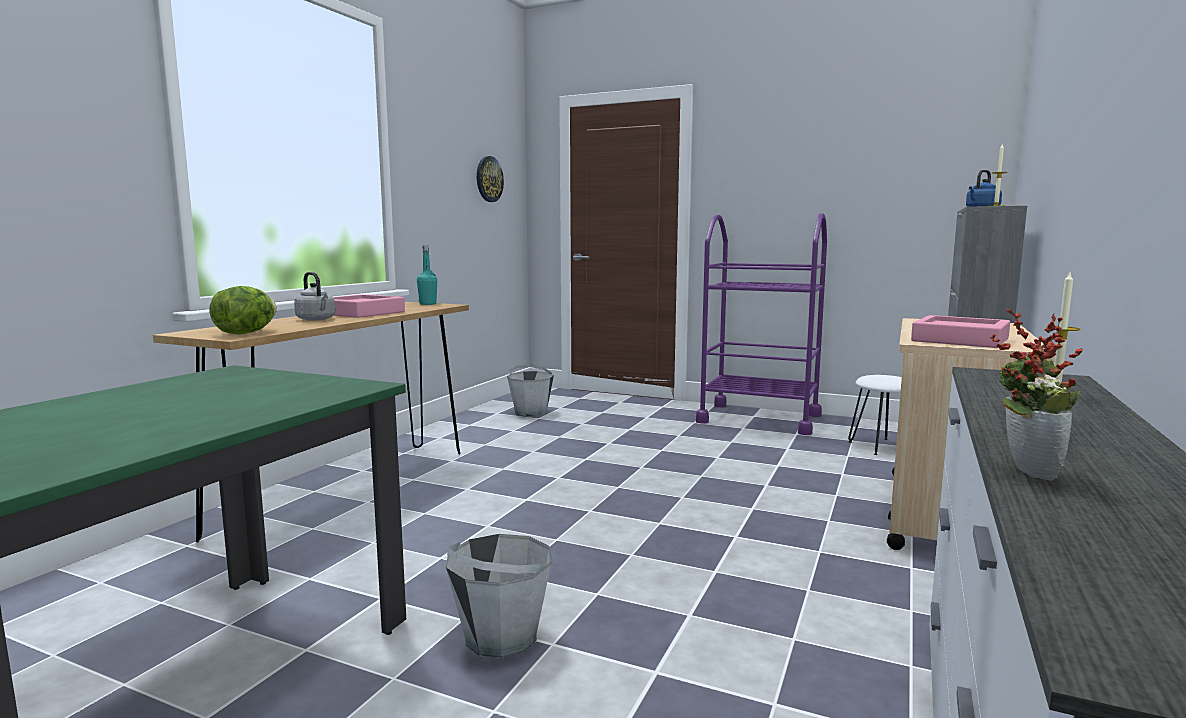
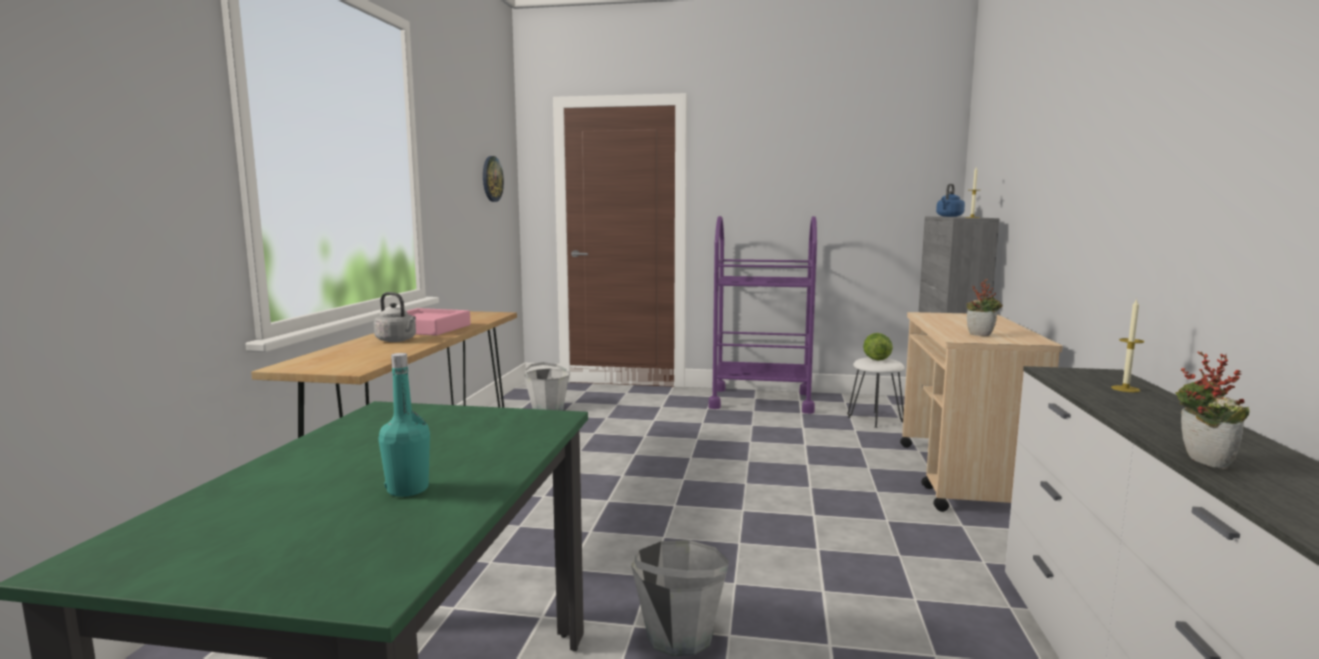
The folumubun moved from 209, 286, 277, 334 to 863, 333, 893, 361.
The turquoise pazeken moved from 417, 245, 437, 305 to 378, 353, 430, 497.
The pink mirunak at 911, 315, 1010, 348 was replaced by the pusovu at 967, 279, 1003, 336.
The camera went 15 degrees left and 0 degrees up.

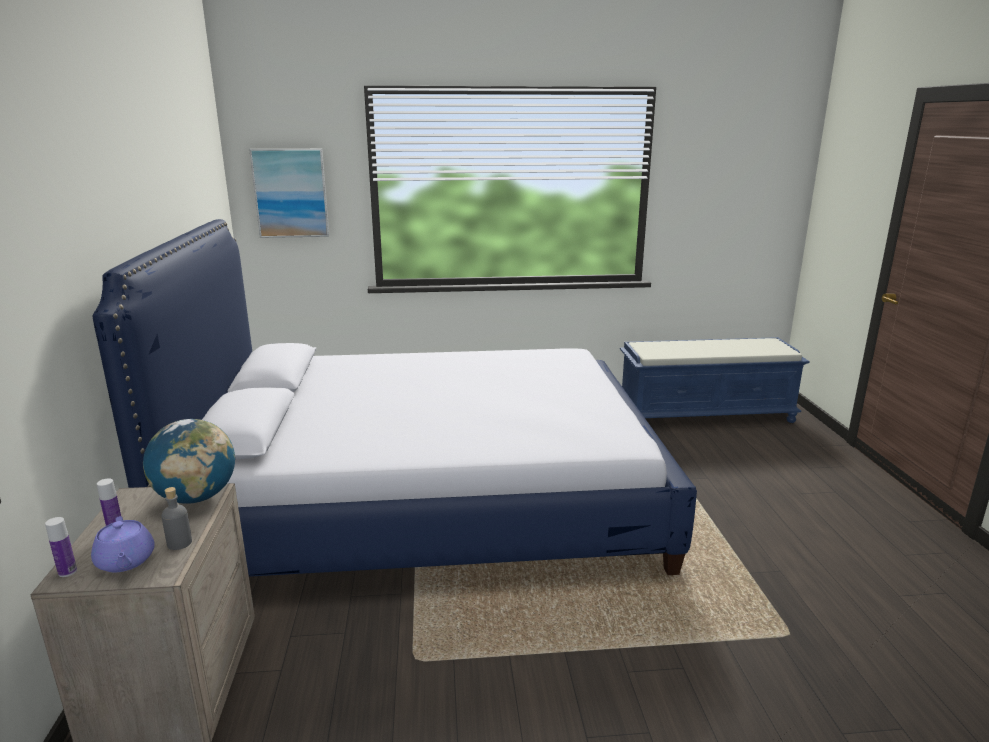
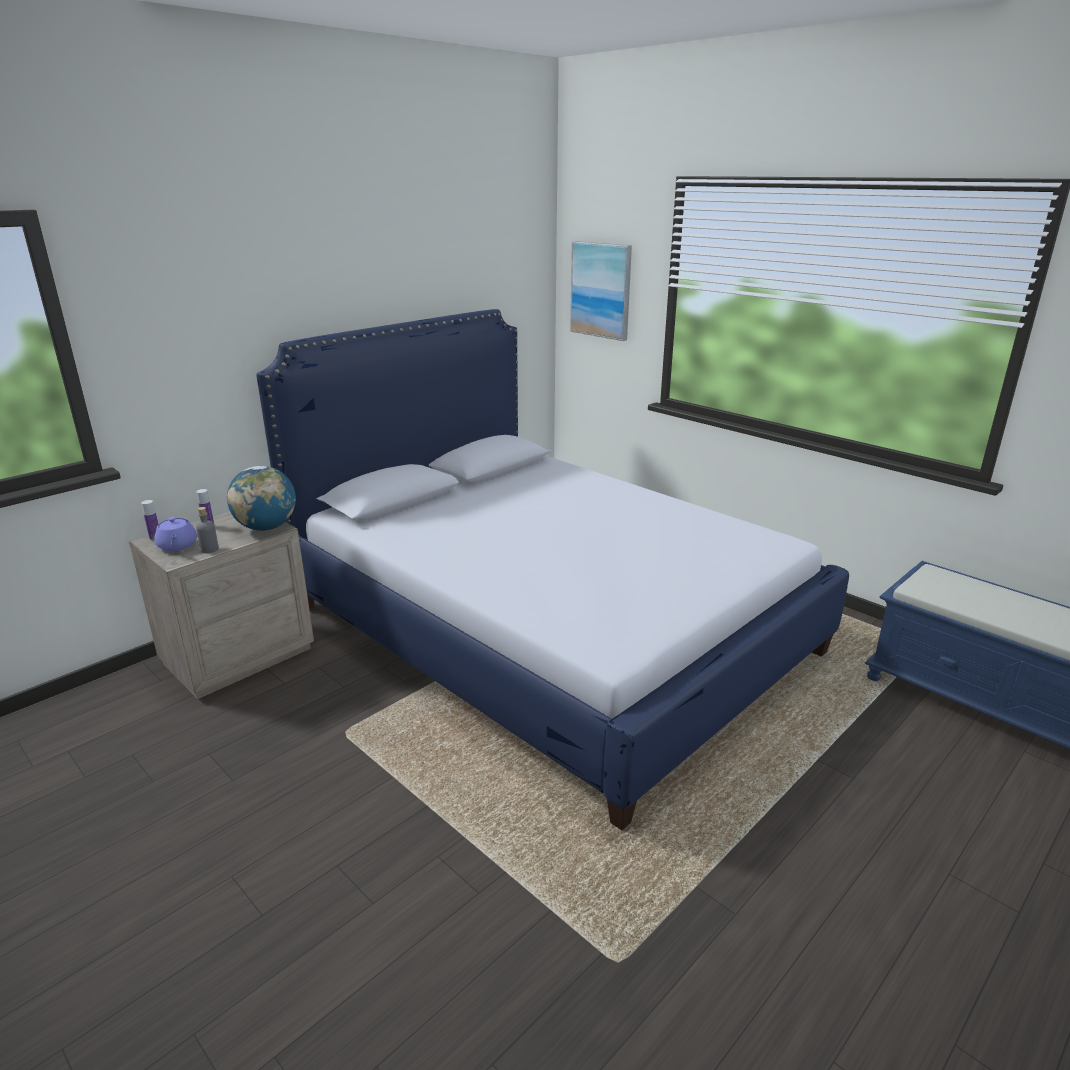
The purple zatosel at 91, 516, 154, 572 turned 45 degrees counterclockwise.
The camera went 50 degrees right and 5 degrees up.

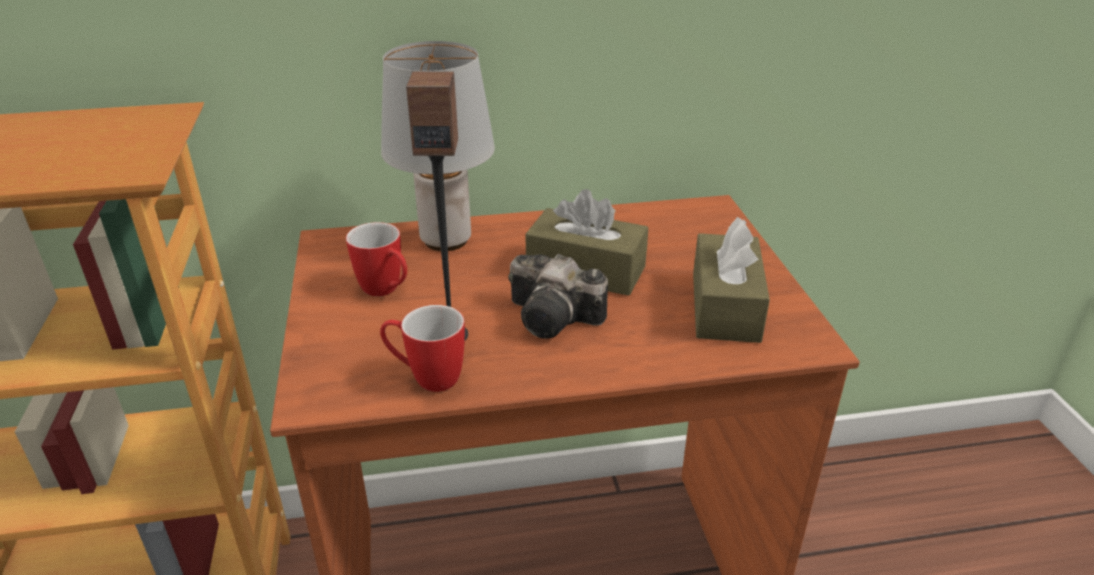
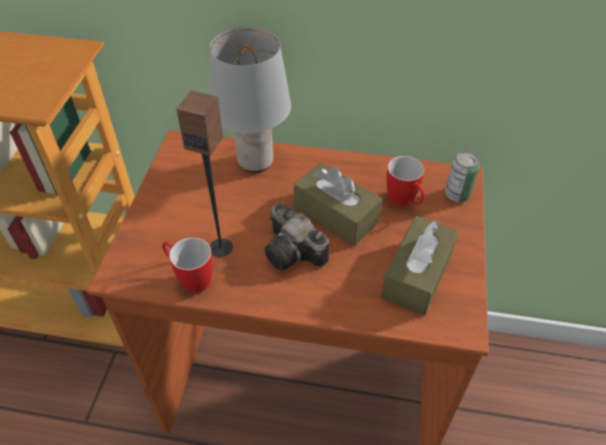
The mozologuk at 445, 152, 480, 202 appeared.
The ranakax moved from 346, 222, 407, 296 to 387, 156, 425, 206.
The camera went 20 degrees right and 15 degrees up.

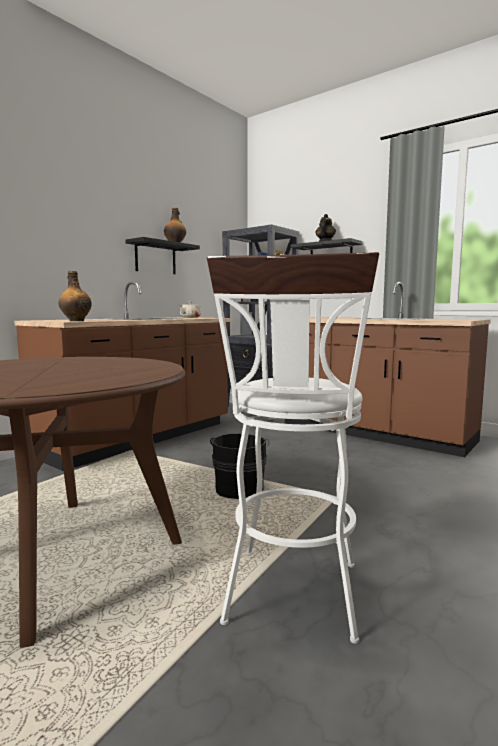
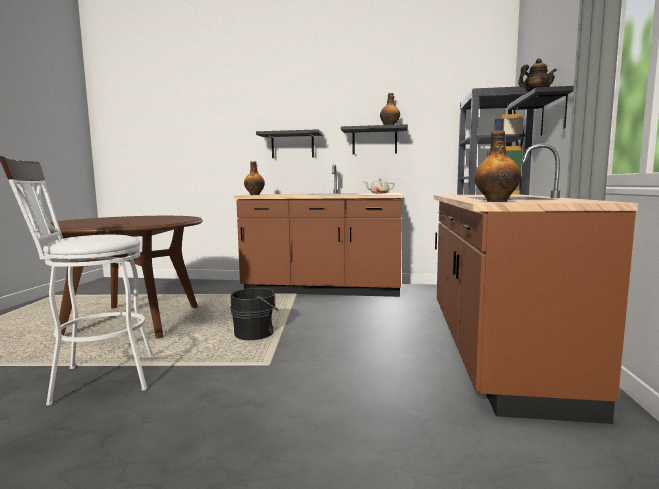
The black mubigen at 256, 129, 323, 158 appeared.
The pazeken at 474, 131, 521, 202 appeared.
The camera went 60 degrees right and 0 degrees up.

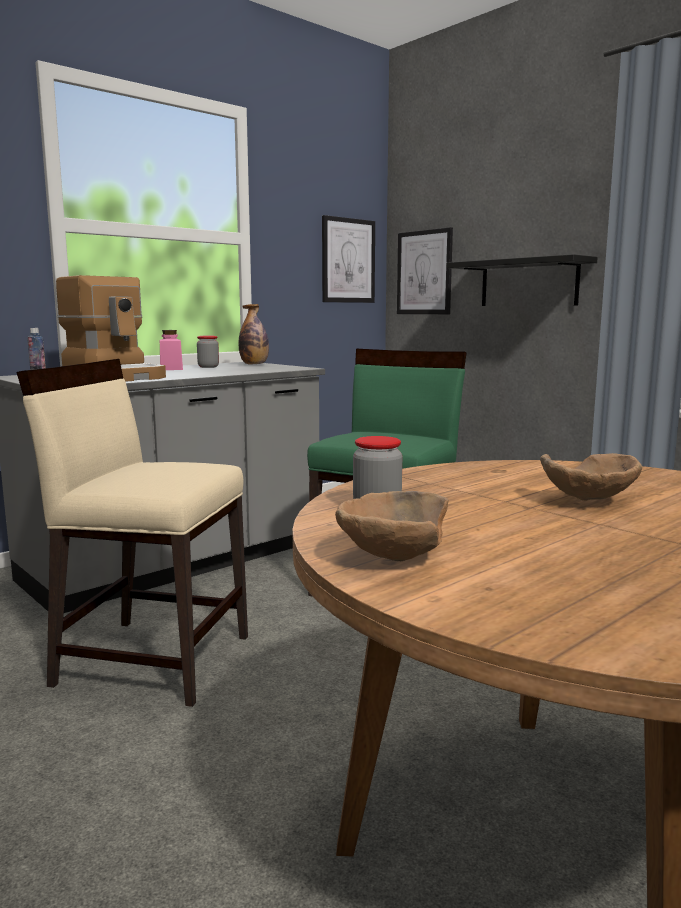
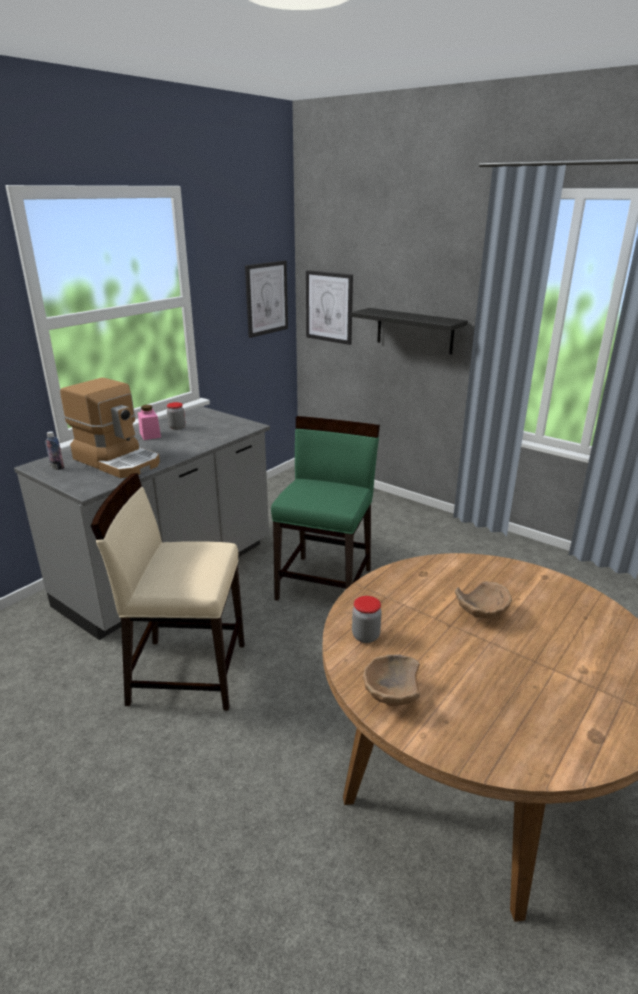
The pazeken at 239, 304, 269, 365 disappeared.
The camera went 10 degrees left and 15 degrees up.

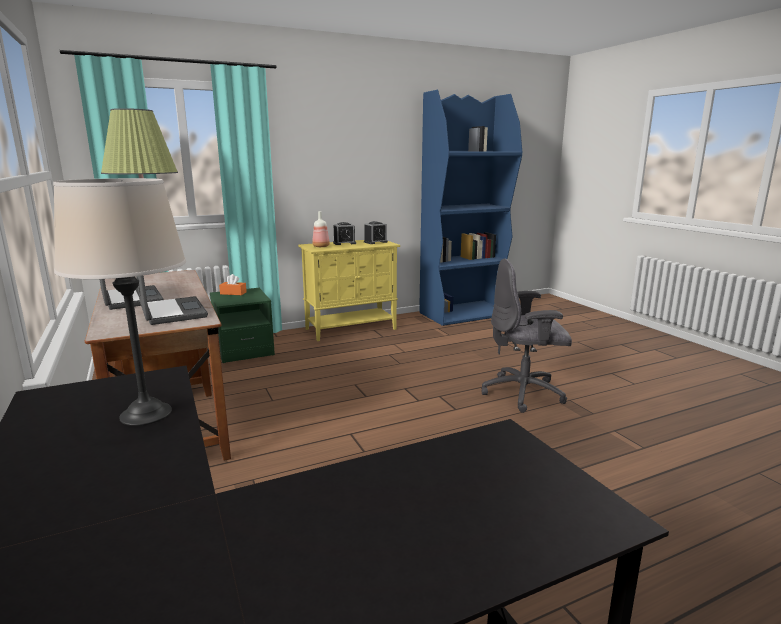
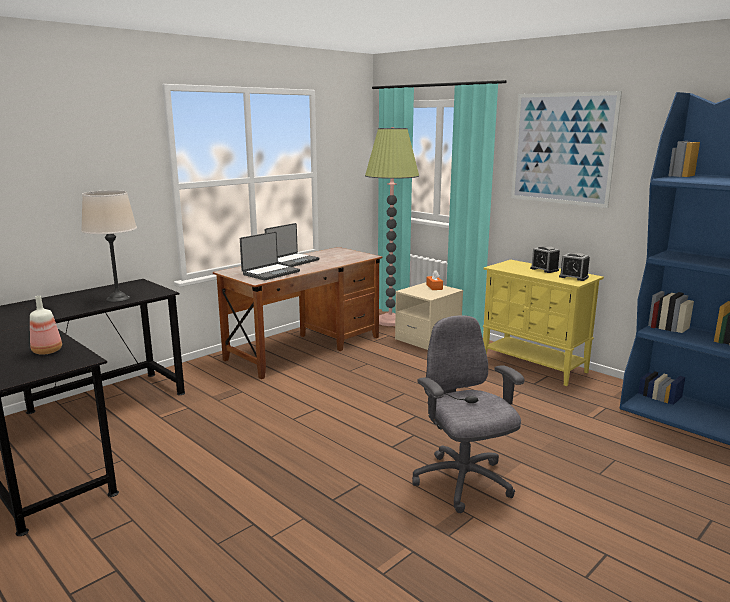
The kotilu at 511, 91, 622, 208 appeared.
The pazeken moved from 312, 211, 330, 247 to 30, 296, 62, 355.
The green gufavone at 210, 288, 275, 363 became the beige gufavone at 395, 282, 463, 350.
The camera went 70 degrees right and 0 degrees up.

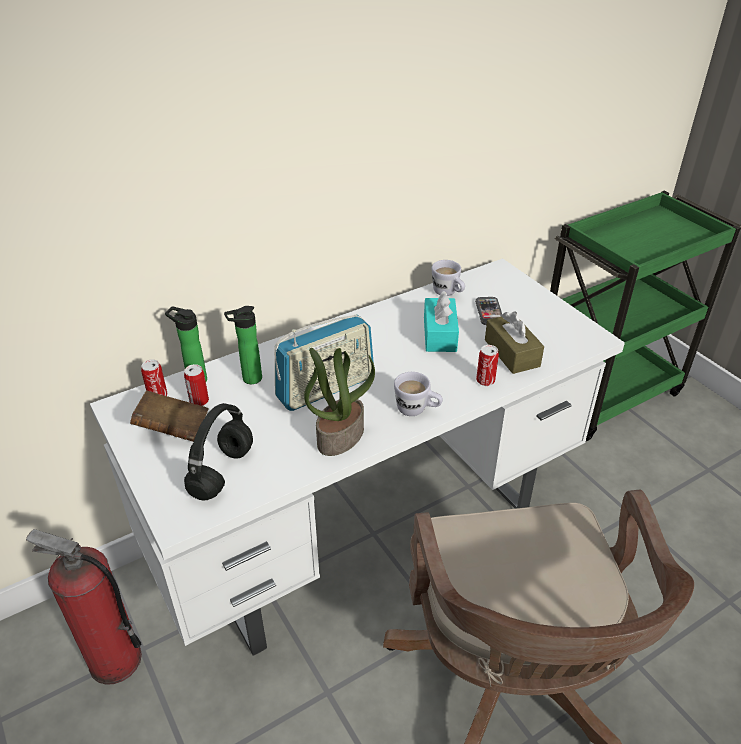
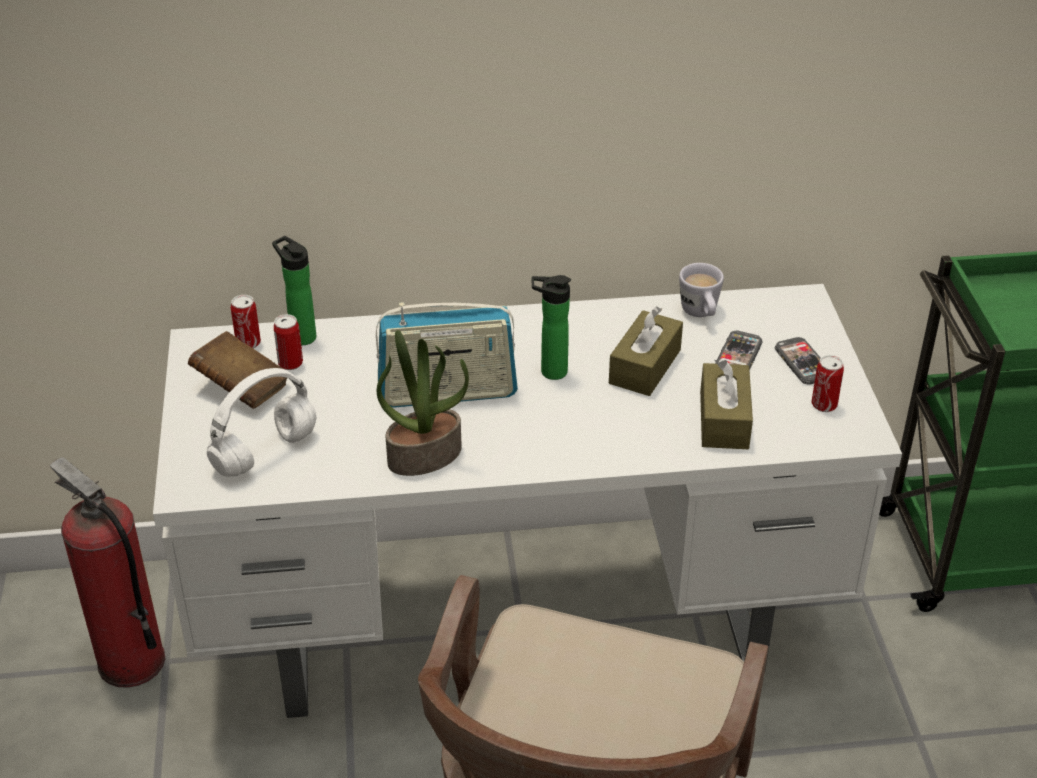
The white ranakax at 394, 372, 443, 416 disappeared.
The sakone at 775, 337, 821, 385 appeared.
The pazeken moved from 224, 306, 262, 384 to 532, 275, 571, 380.
The mozologuk moved from 476, 345, 499, 386 to 812, 355, 844, 412.
The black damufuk at 184, 403, 253, 501 became the white damufuk at 207, 368, 316, 477.
The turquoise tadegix at 424, 291, 459, 352 became the brown tadegix at 609, 306, 683, 396.
The camera went 25 degrees right and 0 degrees up.

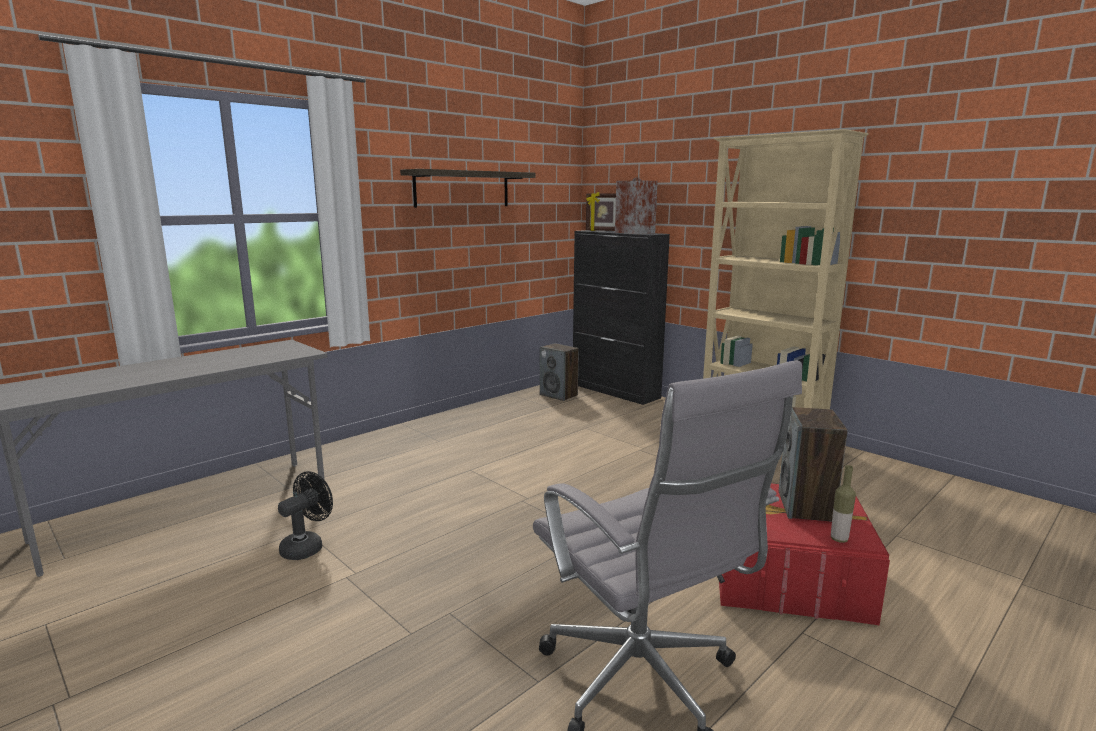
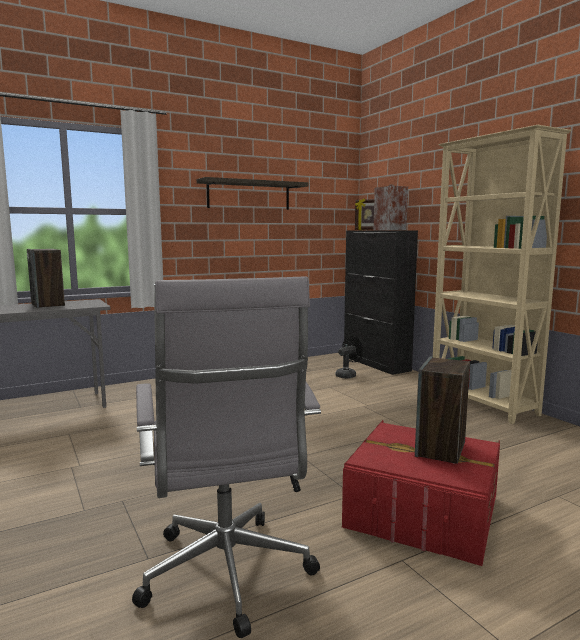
The pazeken at 831, 465, 856, 543 disappeared.
The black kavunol moved from 278, 471, 333, 560 to 335, 336, 364, 379.
The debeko moved from 540, 343, 579, 401 to 27, 249, 65, 308.
The camera went 15 degrees right and 5 degrees down.

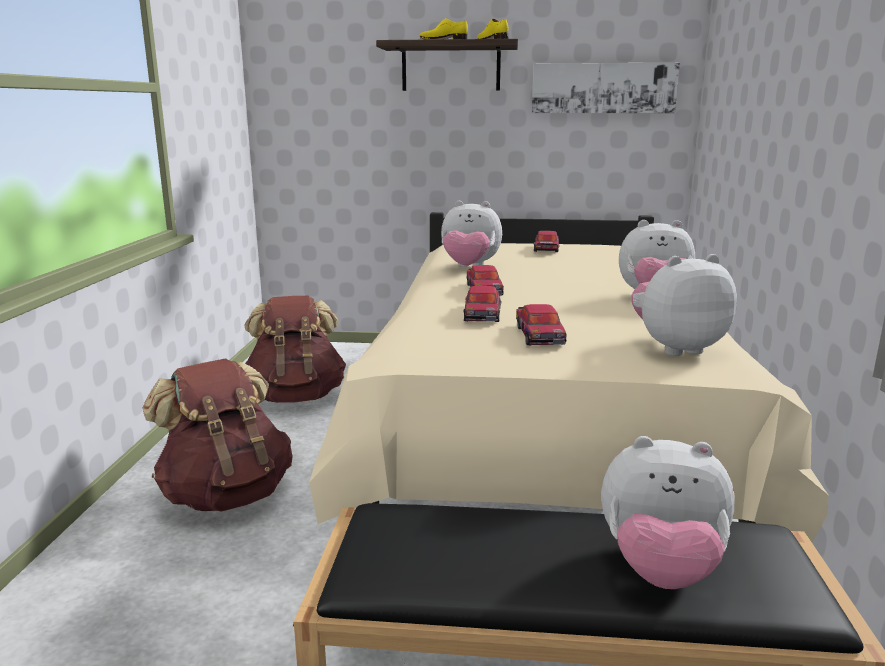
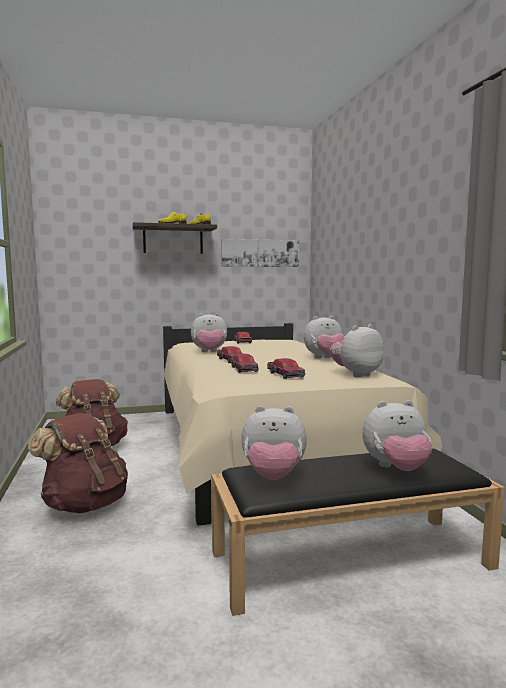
The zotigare at 241, 406, 307, 480 appeared.
The camera went 20 degrees left and 10 degrees down.

